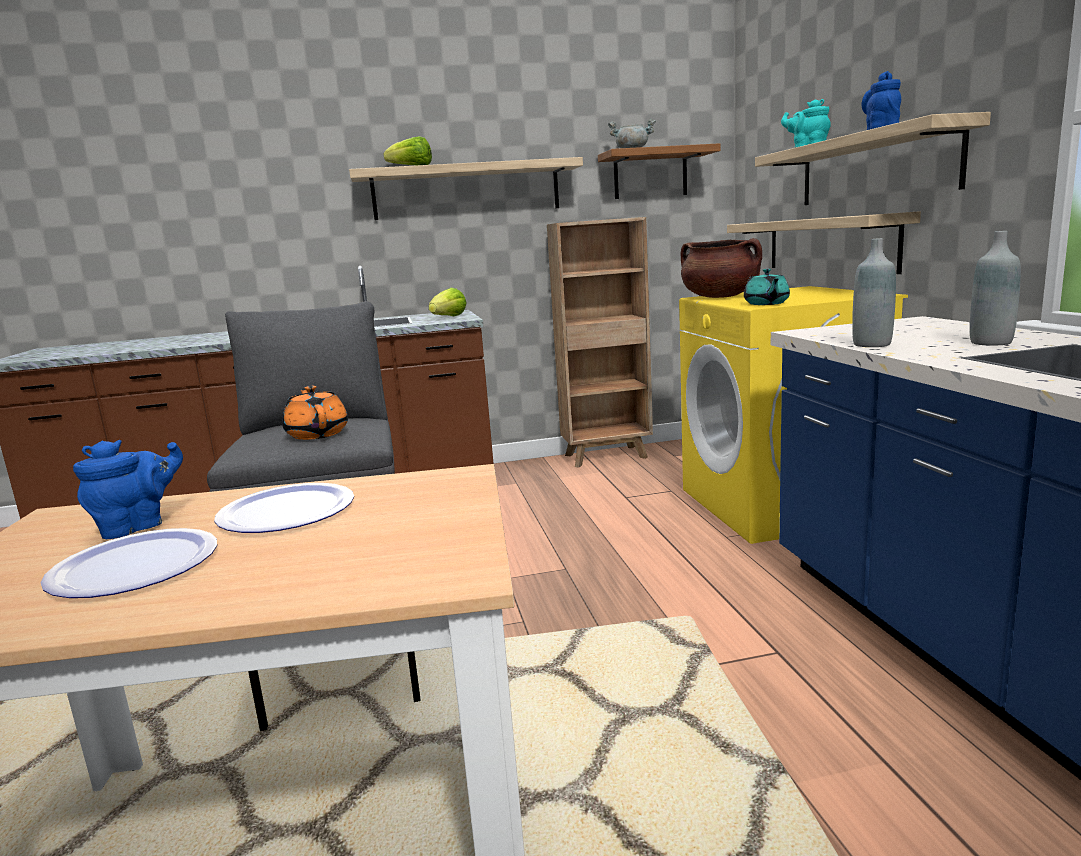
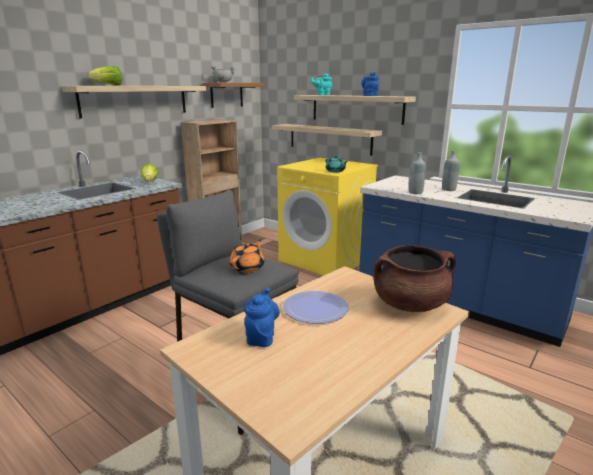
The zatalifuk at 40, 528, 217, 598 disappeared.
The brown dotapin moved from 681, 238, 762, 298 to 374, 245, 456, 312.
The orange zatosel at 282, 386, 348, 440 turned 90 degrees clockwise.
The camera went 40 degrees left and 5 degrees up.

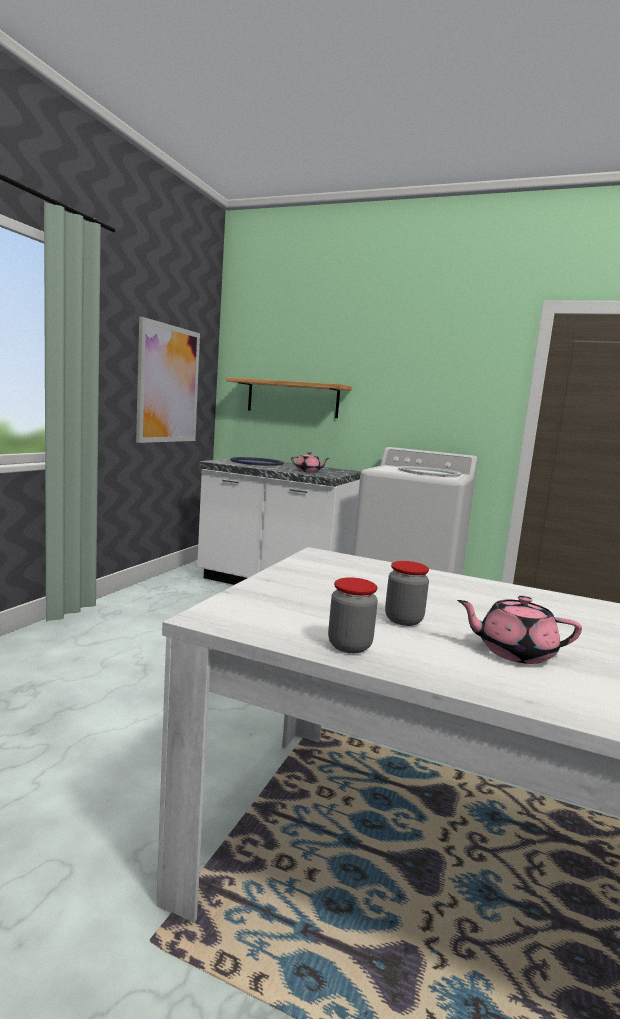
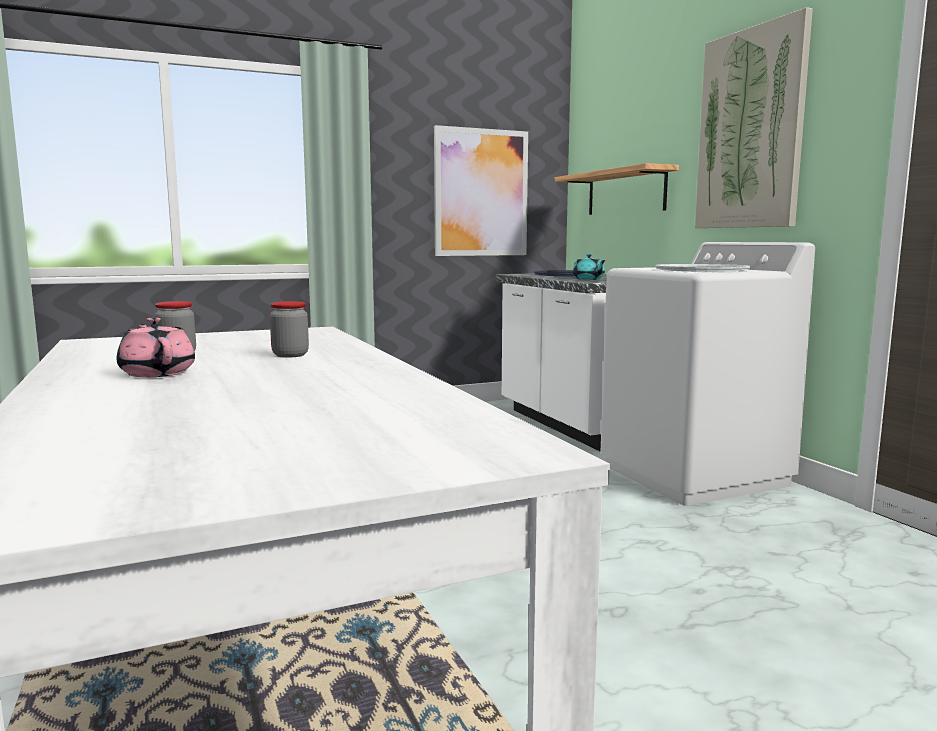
The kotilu at 695, 7, 813, 228 appeared.
The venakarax moved from 328, 577, 378, 653 to 270, 301, 309, 358.
The pink zatosel at 291, 452, 330, 473 became the turquoise zatosel at 572, 254, 606, 280.
The camera went 45 degrees right and 0 degrees up.

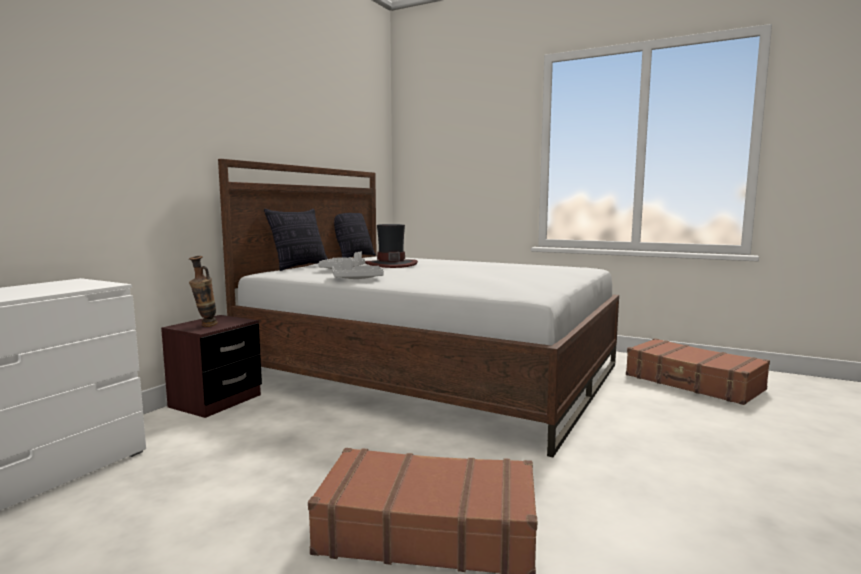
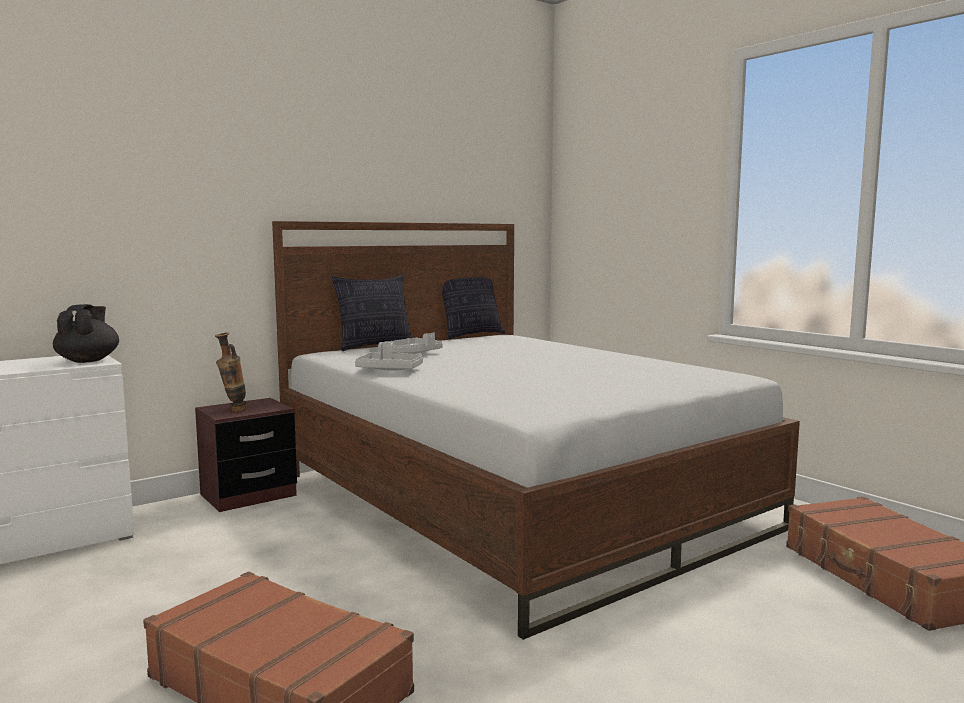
The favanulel at 365, 224, 418, 268 disappeared.
The black zatosel at 53, 304, 119, 363 appeared.
The camera went 25 degrees right and 0 degrees up.

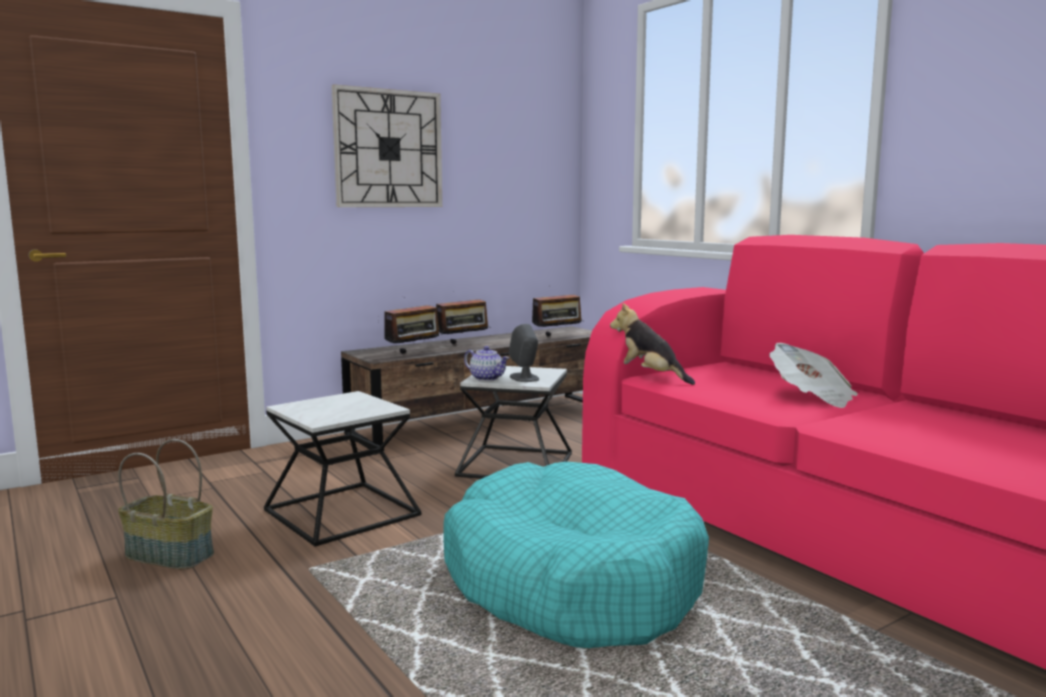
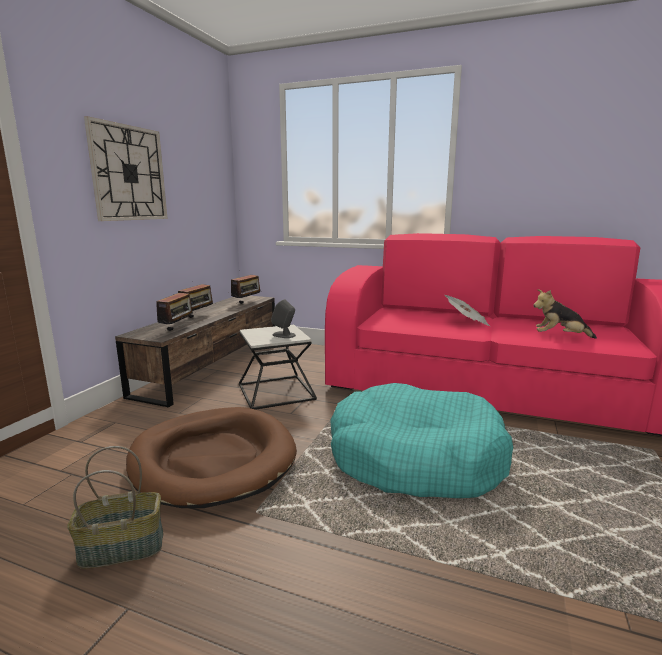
The zatosel at 464, 346, 509, 381 disappeared.
The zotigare moved from 610, 303, 695, 385 to 533, 289, 597, 339.
The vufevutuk at 264, 391, 421, 547 was replaced by the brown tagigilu at 126, 407, 297, 508.
The camera went 35 degrees left and 5 degrees up.

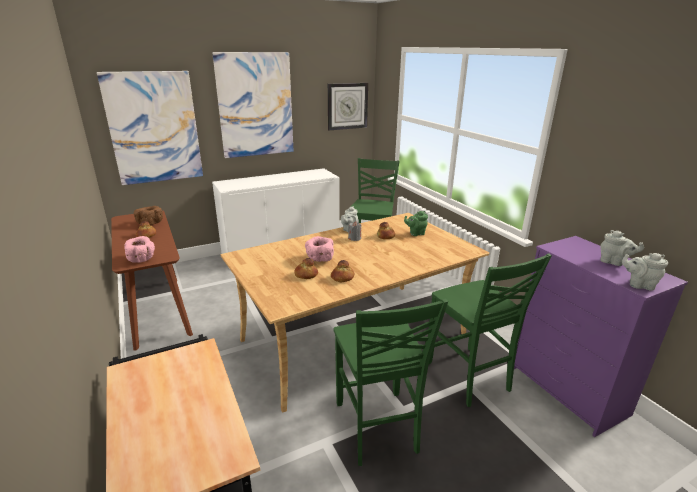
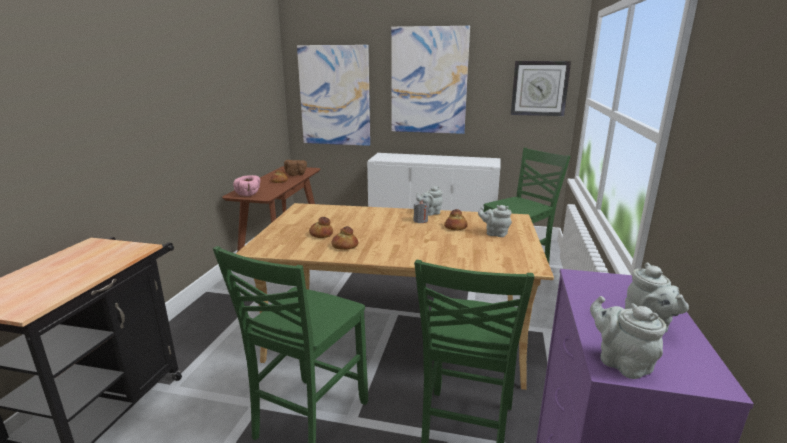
The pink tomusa at 305, 236, 334, 262 disappeared.
The green zatosel at 404, 211, 428, 236 became the grey zatosel at 478, 205, 512, 237.
The camera went 40 degrees right and 5 degrees down.

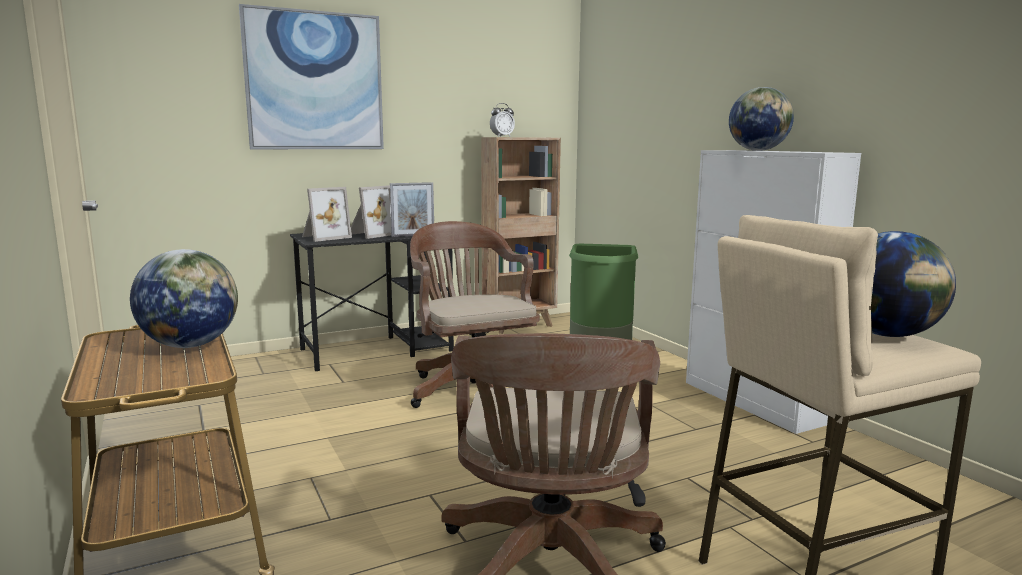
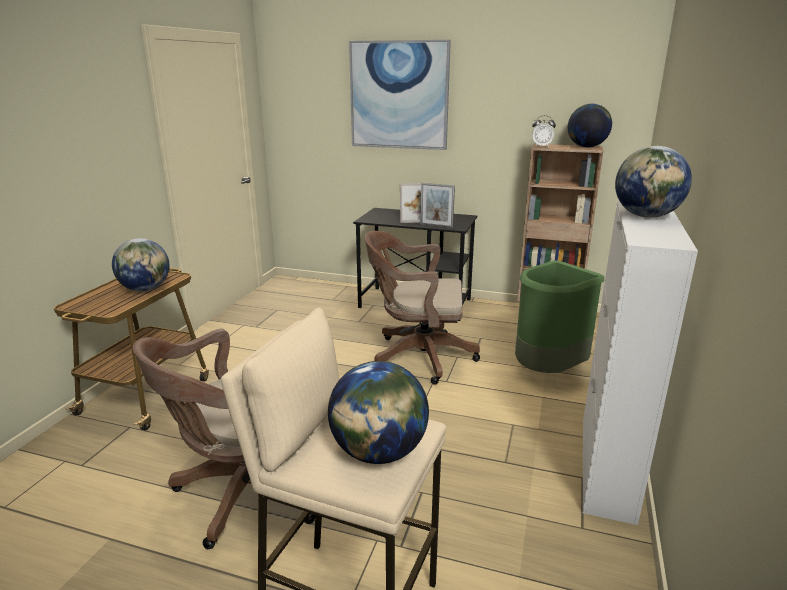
The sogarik at 302, 187, 352, 242 disappeared.
The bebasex at 568, 104, 612, 147 appeared.
The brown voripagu at 410, 221, 540, 408 turned 105 degrees counterclockwise.
The camera went 45 degrees right and 10 degrees up.

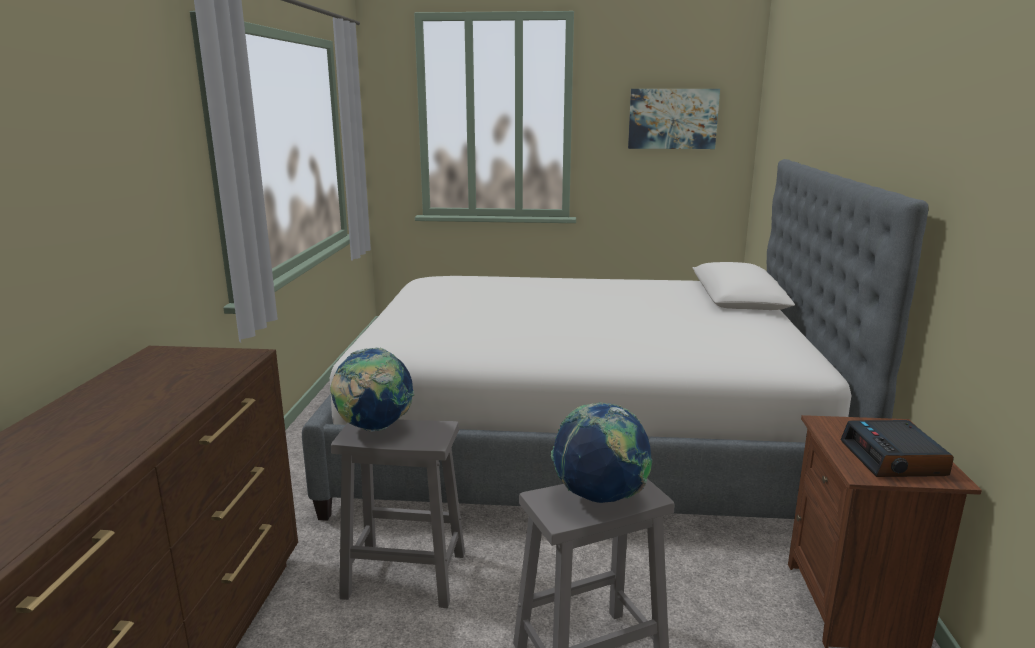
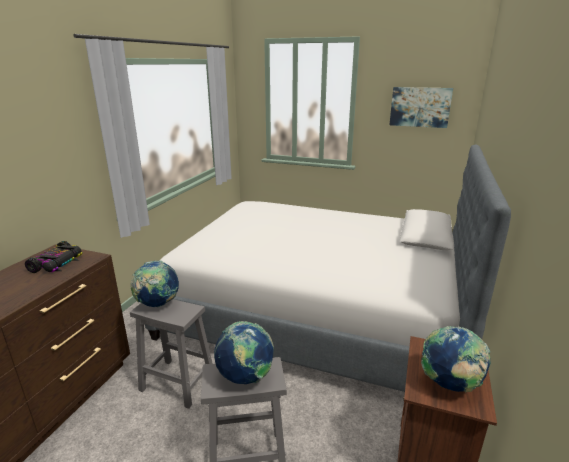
The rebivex at 25, 241, 82, 273 appeared.
The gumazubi at 841, 420, 954, 477 was replaced by the bebasex at 421, 326, 491, 392.
The camera went 15 degrees right and 5 degrees up.

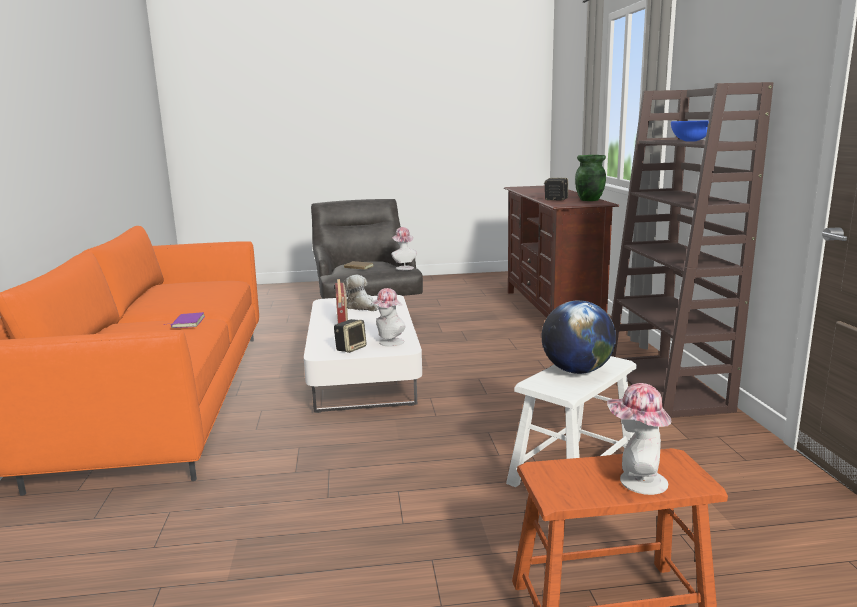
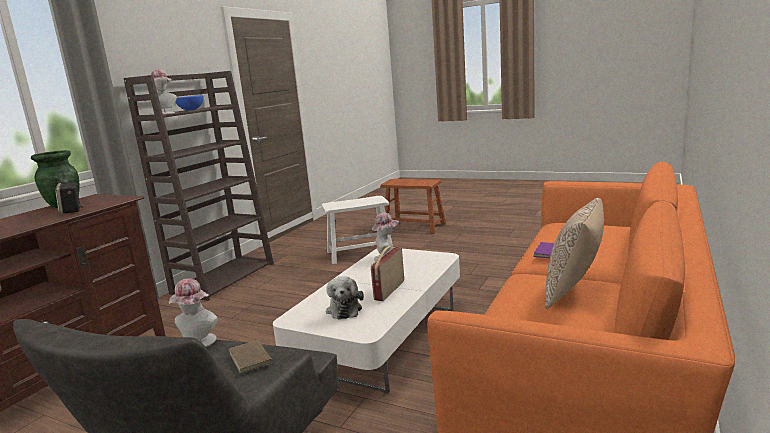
The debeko at 334, 319, 367, 353 disappeared.
The bebasex at 541, 300, 616, 374 disappeared.
The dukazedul at 545, 198, 604, 309 appeared.
The favanulel moved from 607, 383, 671, 495 to 148, 69, 177, 114.
The camera went 145 degrees left and 0 degrees up.

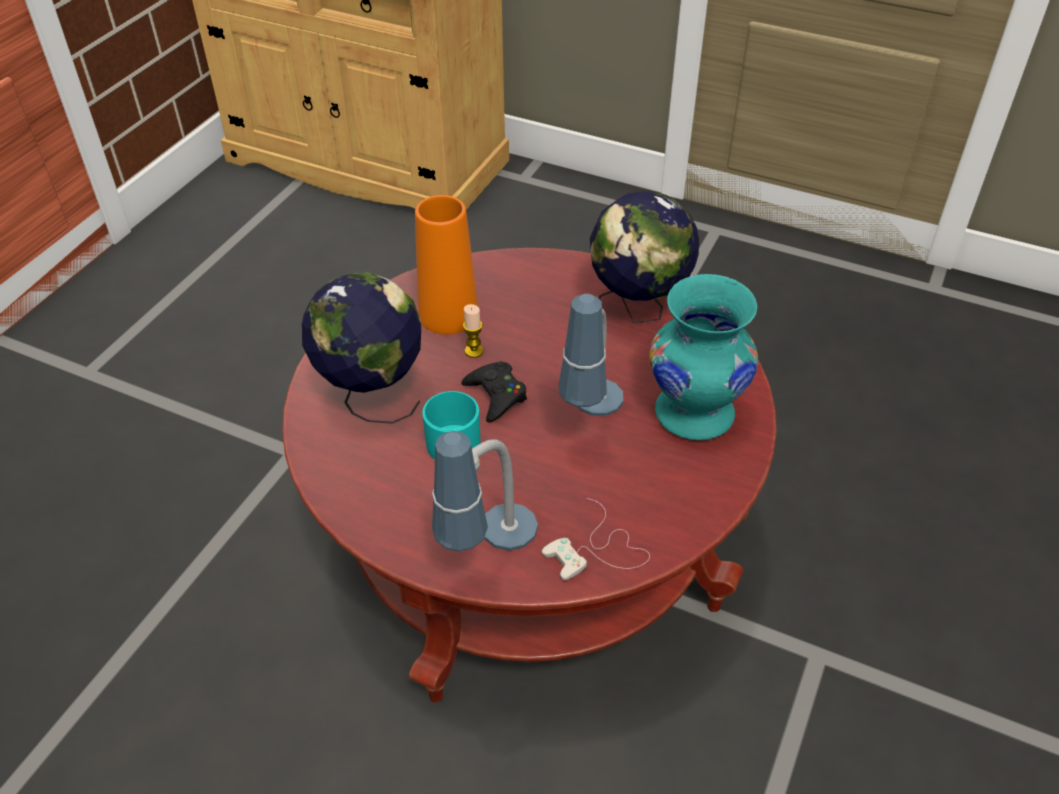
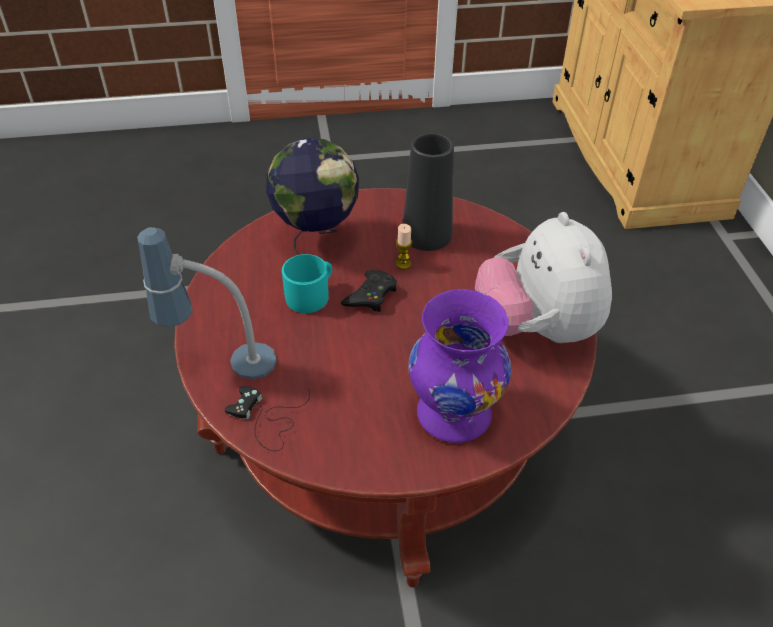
The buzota at 559, 294, 623, 416 disappeared.
The bebasex at 590, 191, 699, 324 was replaced by the zotigare at 475, 212, 612, 343.
The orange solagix at 415, 195, 478, 334 became the black solagix at 403, 133, 454, 251.
The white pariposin at 542, 498, 650, 581 became the black pariposin at 225, 386, 310, 451.
The turquoise solagix at 649, 274, 758, 440 became the purple solagix at 408, 289, 511, 443.
The camera went 55 degrees right and 0 degrees up.

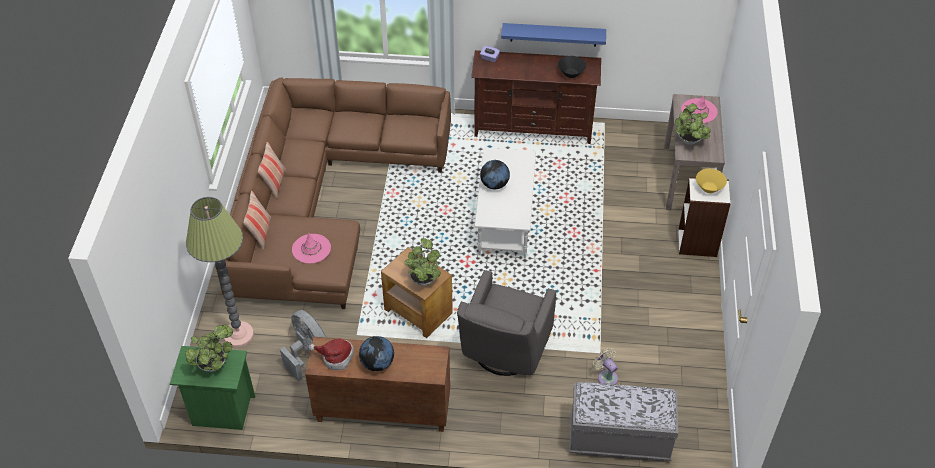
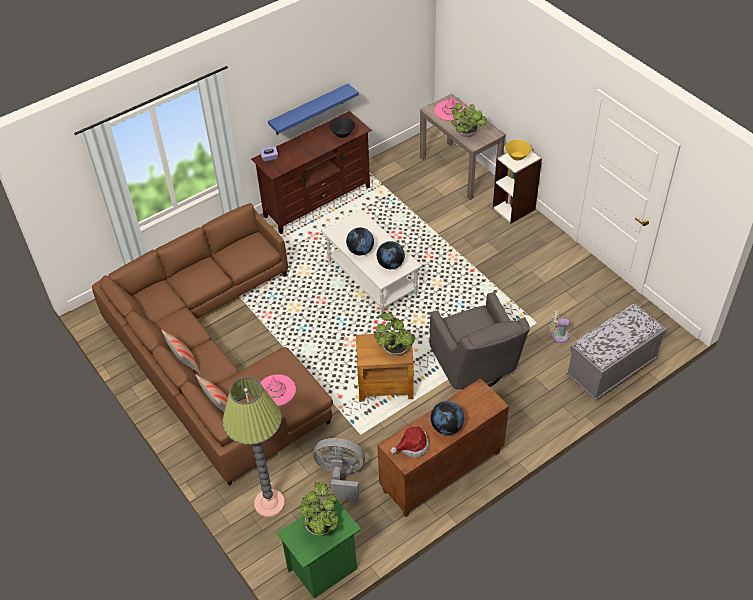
The bebasex at 377, 241, 405, 269 appeared.
The camera went 40 degrees left and 0 degrees up.

